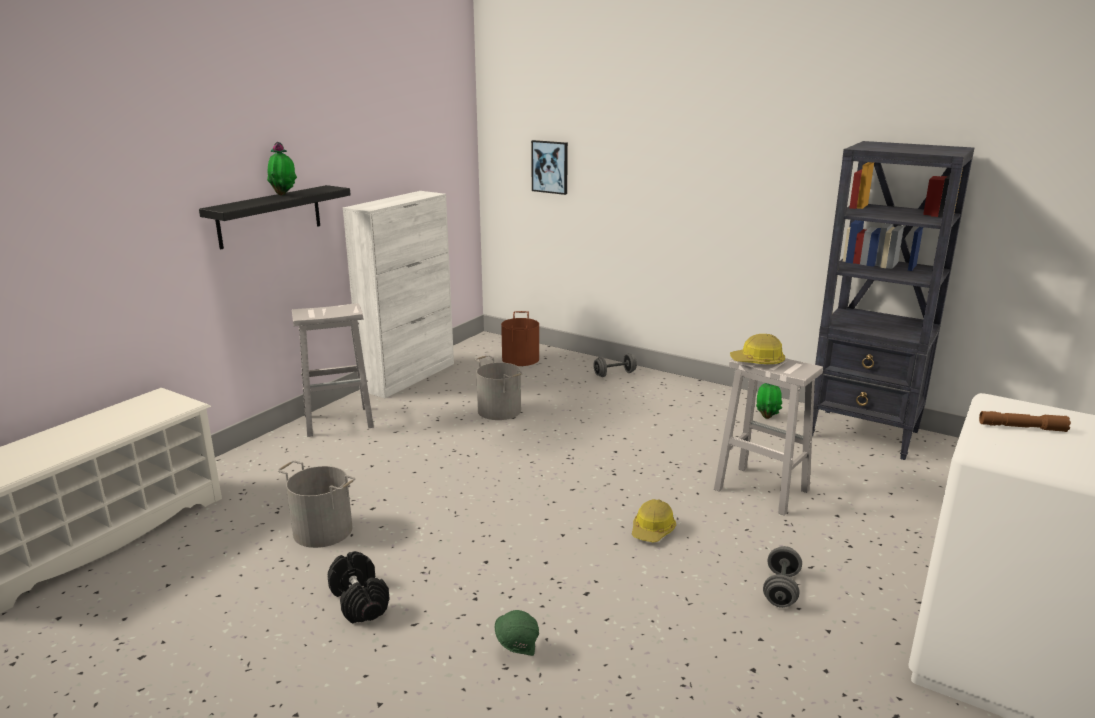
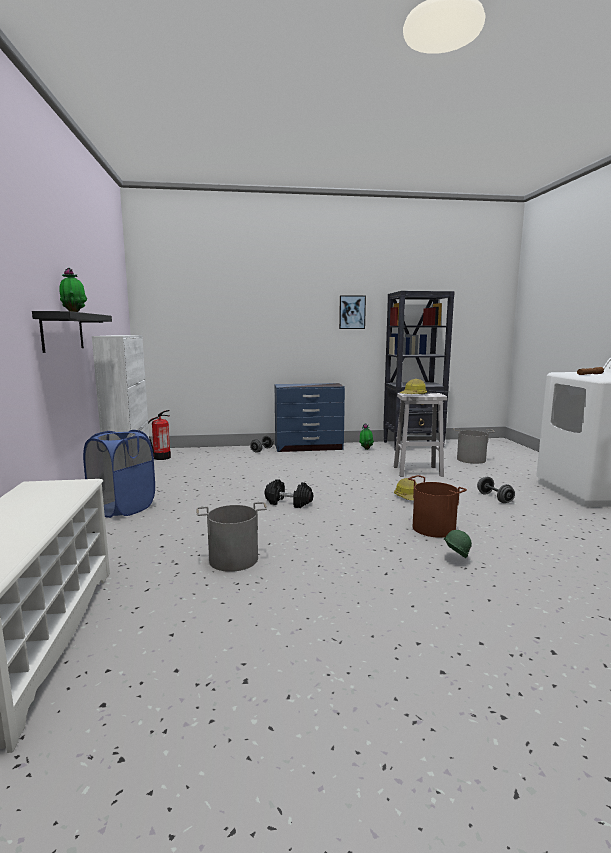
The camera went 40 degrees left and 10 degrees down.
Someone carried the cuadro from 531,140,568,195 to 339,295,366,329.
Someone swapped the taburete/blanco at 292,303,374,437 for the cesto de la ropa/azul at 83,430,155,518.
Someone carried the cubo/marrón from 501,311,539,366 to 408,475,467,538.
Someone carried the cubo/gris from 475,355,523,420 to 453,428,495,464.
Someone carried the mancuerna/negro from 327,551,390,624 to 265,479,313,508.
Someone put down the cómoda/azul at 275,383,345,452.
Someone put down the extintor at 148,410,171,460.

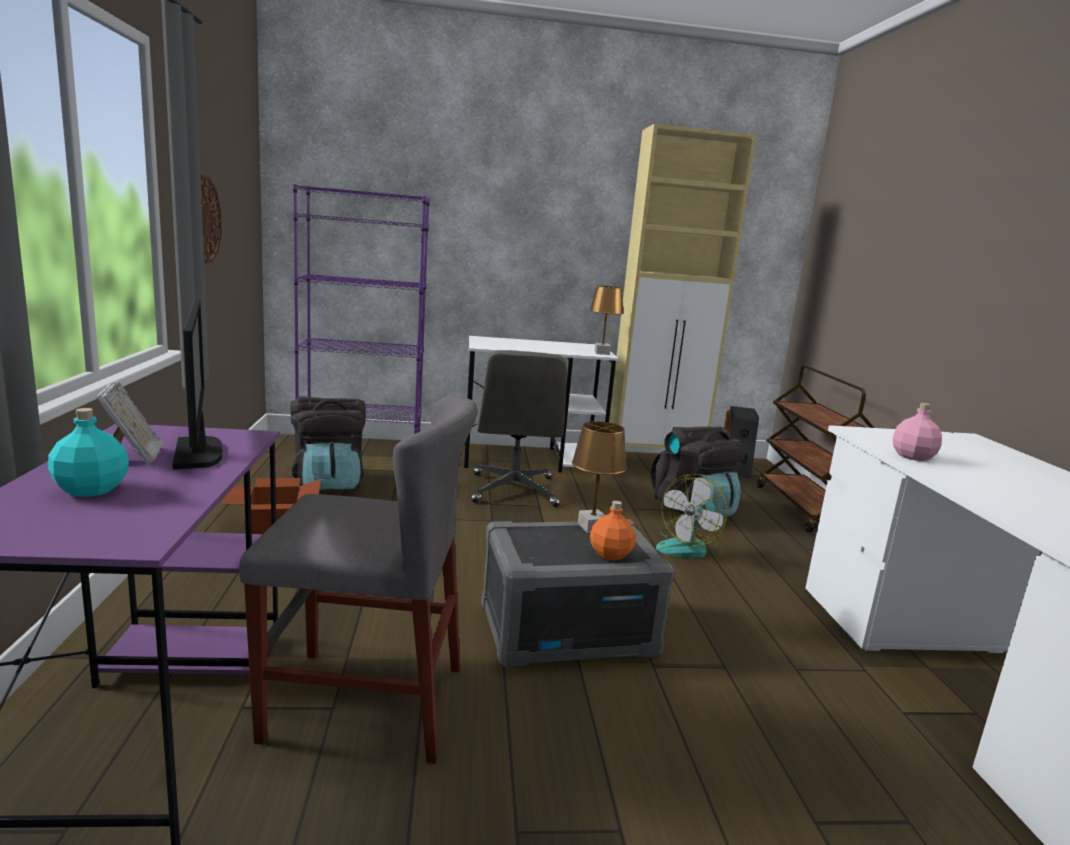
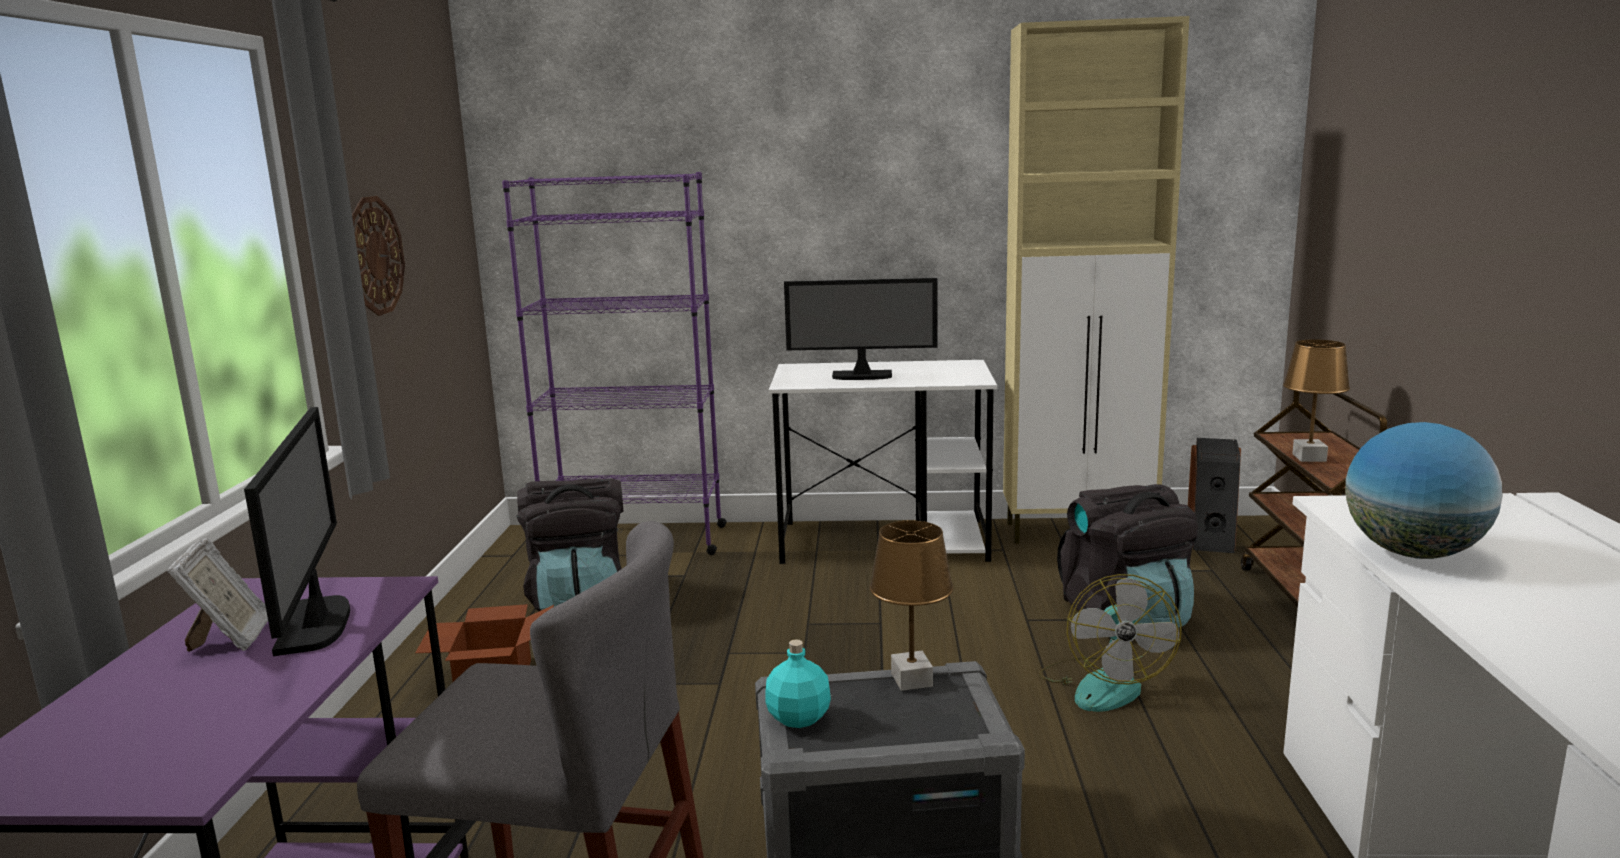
The camera went 10 degrees right and 0 degrees up.
Someone carried the lámpara de mesa/marrón from 590,286,624,355 to 1283,339,1350,462.
Someone took away the silla de oficina/gris at 471,350,567,507.
Someone swapped the botella/rosa at 893,403,942,461 for the globo terráqueo at 1345,422,1503,559.
Someone carried the botella/turquesa from 48,408,129,497 to 765,639,831,728.
Someone rotated the ventilador at 656,474,727,558 by 45 degrees counterclockwise.
Someone took away the botella/naranja at 590,501,636,561.
Someone put down the monitor at 784,278,937,380.

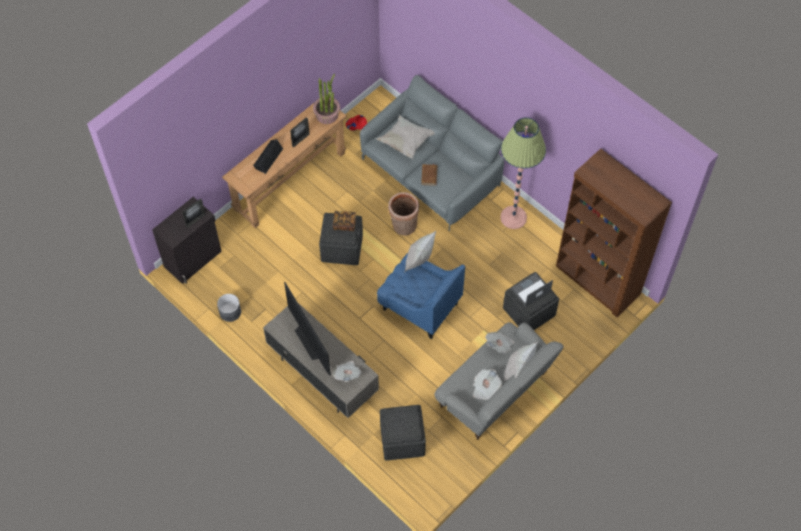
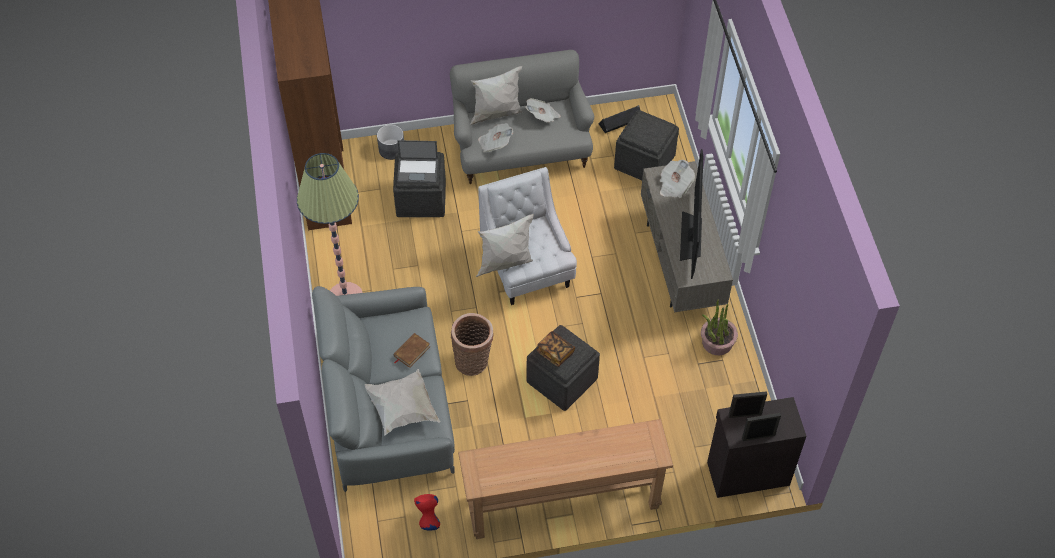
The camera went 145 degrees left and 5 degrees down.
Someone carried the planta en maceta from 313,74,340,124 to 701,299,738,355.
Someone carried the portarretratos from 290,117,310,147 to 742,413,781,441.
Someone carried the altavoz/negro from 253,139,283,174 to 598,105,640,133.
Someone repainted the sillón/azul at 377,253,465,339, which became the sillón/blanco at 478,167,577,305.
Someone carried the maceta/gris from 217,294,241,322 to 377,125,404,160.

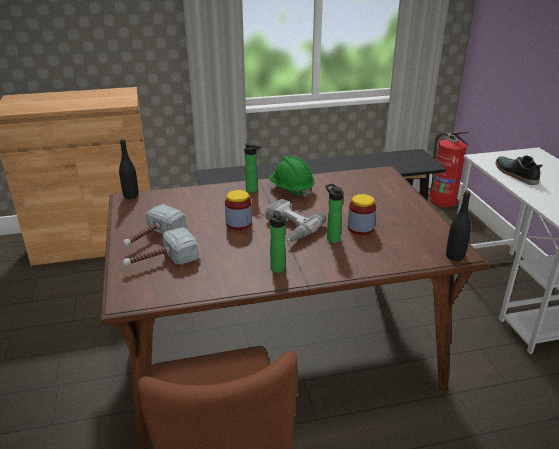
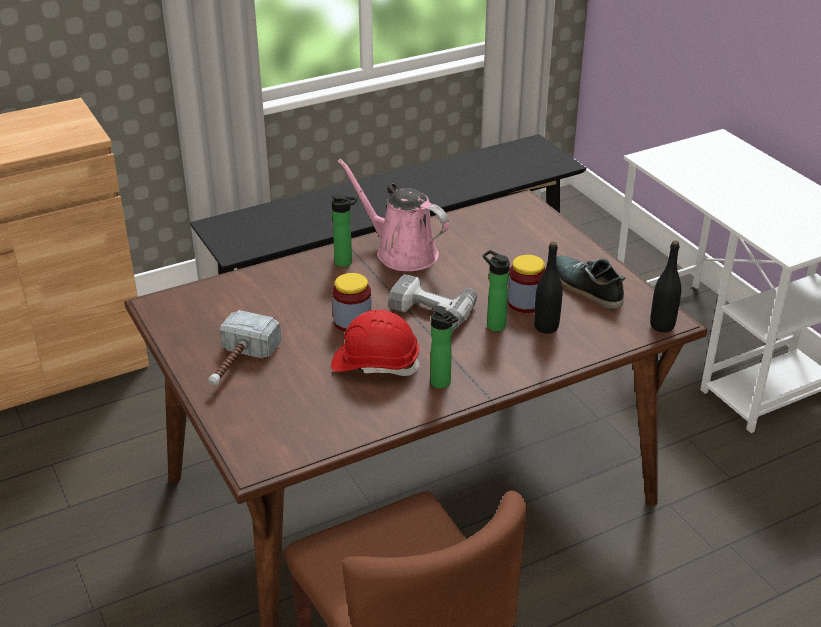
The camera went 15 degrees left and 5 degrees up.
Someone took away the extintor at 428,132,468,207.
Someone carried the botella/negro from 119,139,139,199 to 534,242,563,334.
Someone carried the zapato from 495,155,543,185 to 556,256,626,309.
Someone swapped the casco/verde at 268,156,315,198 for the regadera/rosa at 338,159,449,271.
Someone took away the martillo at 123,227,199,266.
Someone put down the casco/rojo at 331,310,421,376.

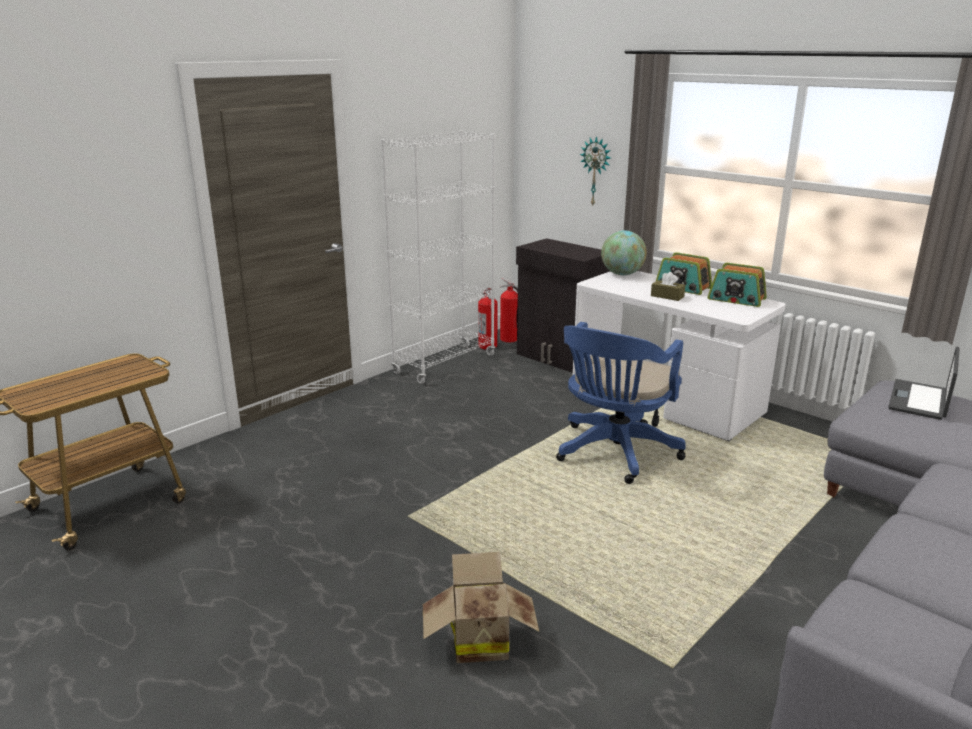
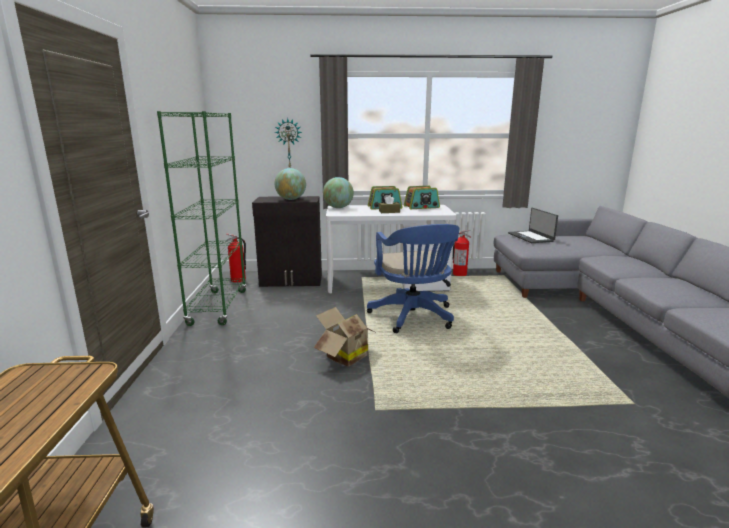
The camera went 45 degrees left and 5 degrees down.
Someone repainted the estantería/blanco at 381,130,495,384, which became the estantería/verde at 157,111,247,326.
Someone carried the extintor from 478,288,498,349 to 453,230,471,276.
Someone carried the caja de cartón from 423,552,539,663 to 314,307,377,367.
Someone put down the globo terráqueo at 275,168,306,200.

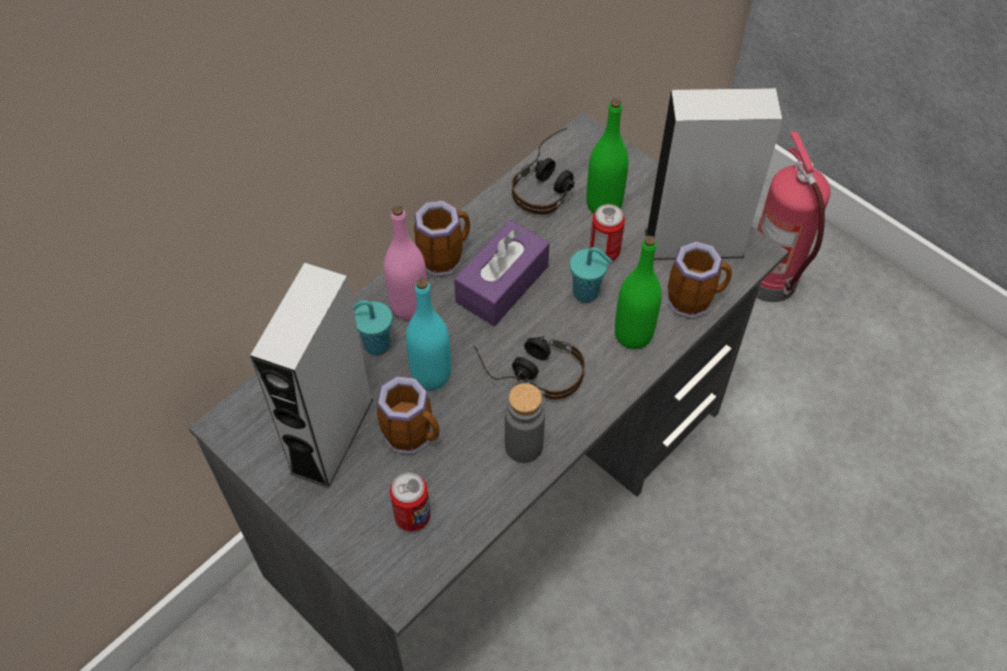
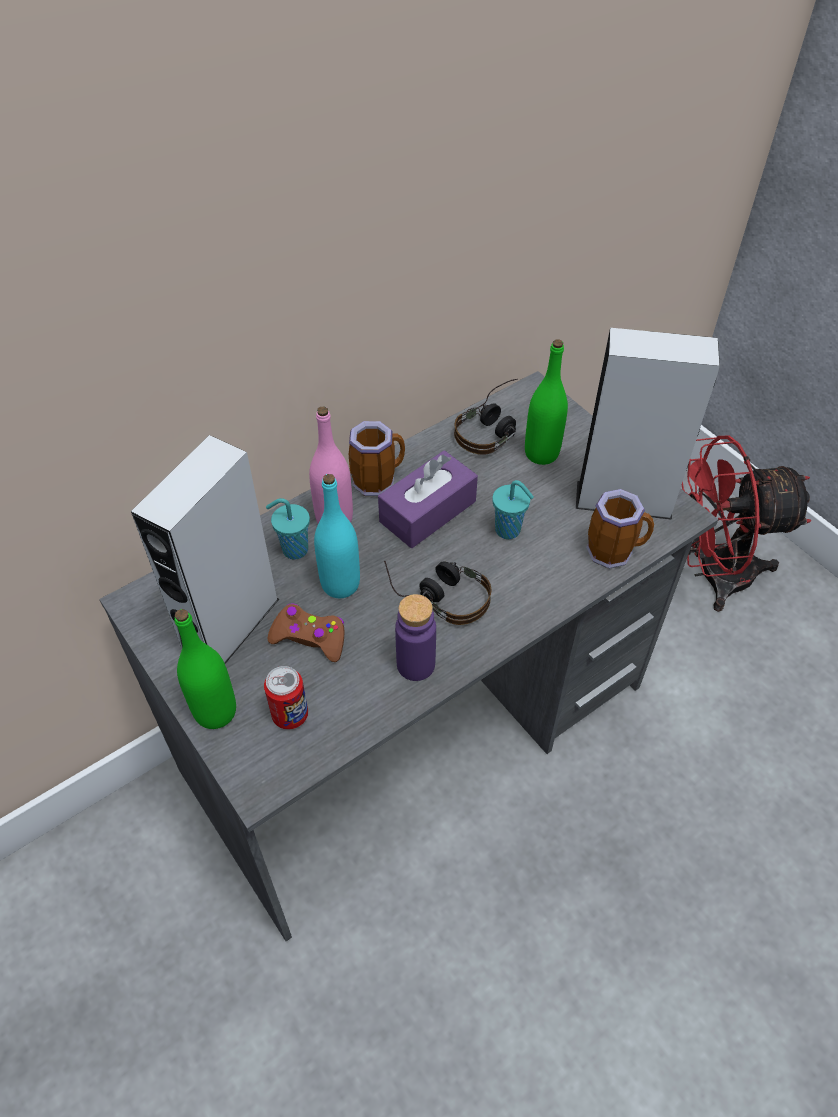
The camera went 10 degrees right and 5 degrees down.
Someone swapped the extintor at 756,131,830,302 for the ventilador/rojo at 682,435,812,612.
Someone took away the lata at 590,204,625,261.
Someone carried the botella/verde from 615,236,662,349 to 174,609,236,729.
Someone swapped the taza grande at 377,377,440,454 for the mando de consola/marrón at 268,604,344,662.
Someone repainted the botella/gris at 505,383,545,463, which became the botella/morado at 395,594,436,681.

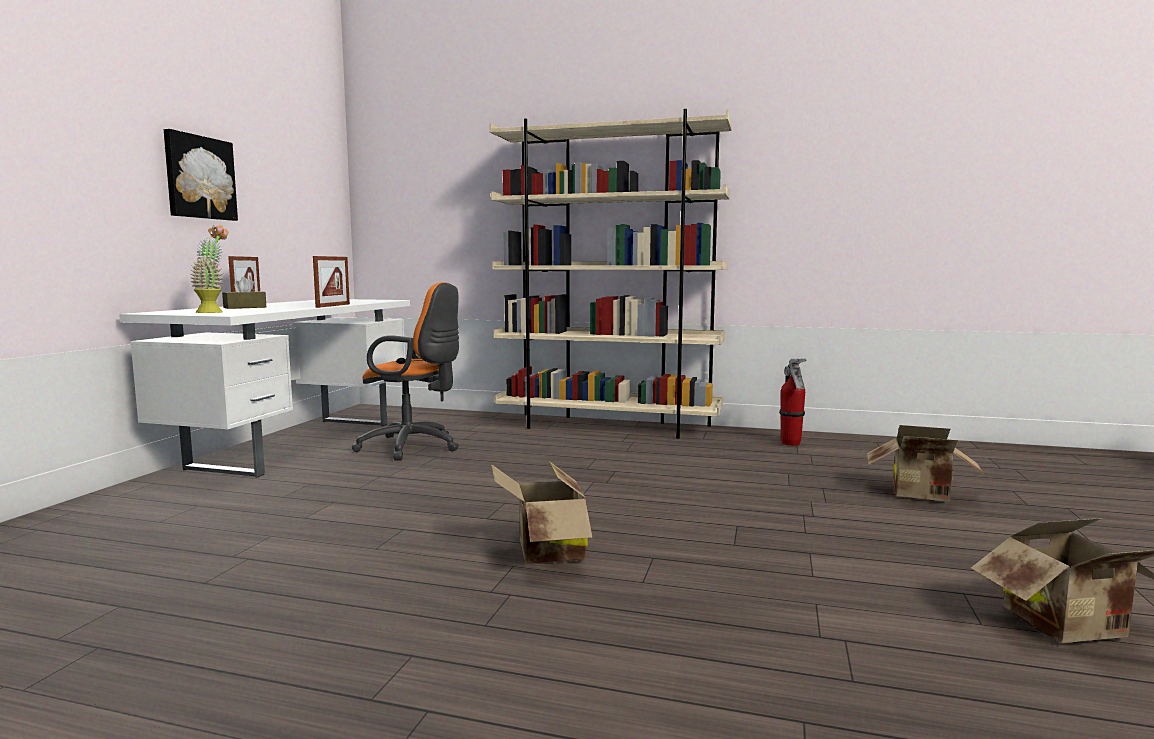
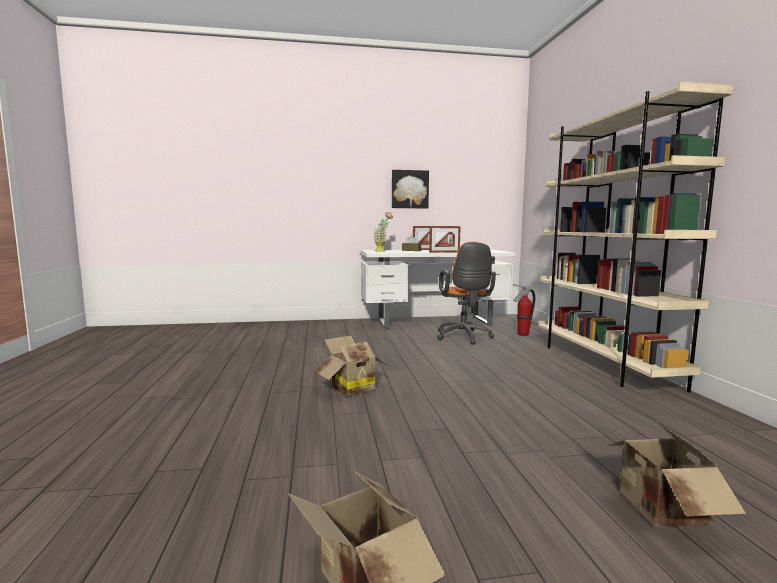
The camera went 65 degrees right and 0 degrees up.
Someone carried the extintor from 779,358,807,446 to 513,284,535,336.

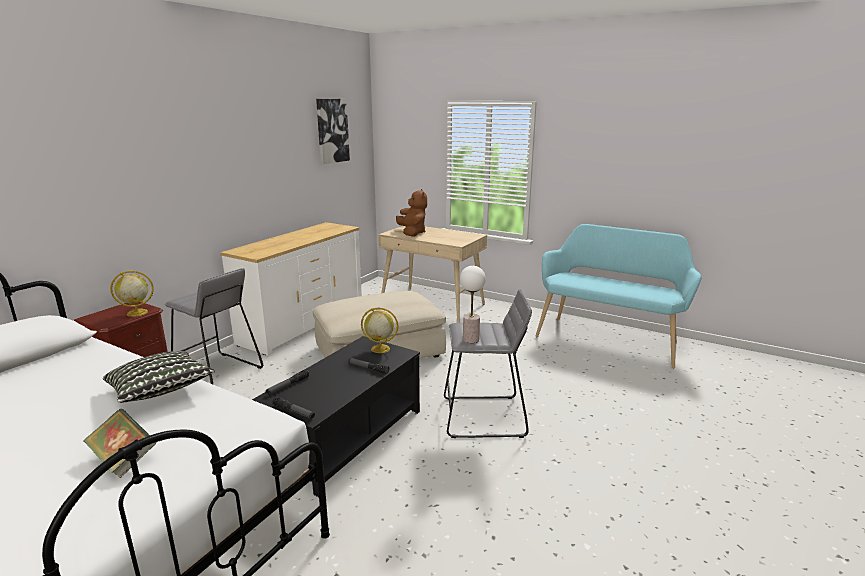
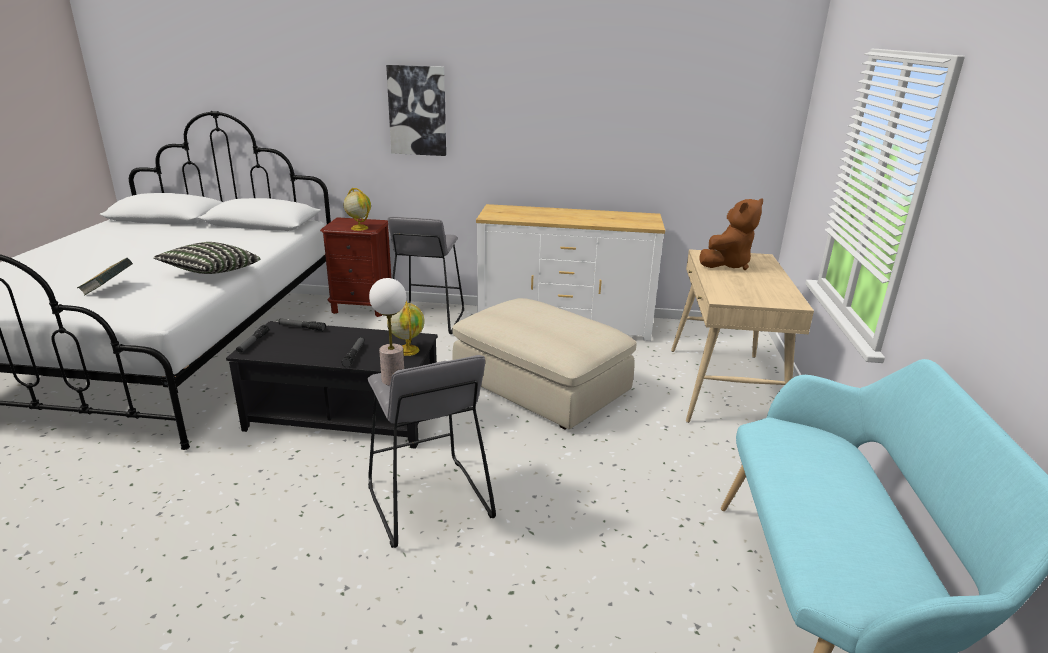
The camera went 65 degrees right and 5 degrees up.
Someone carried the cuadro from 316,99,350,164 to 386,65,446,156.

